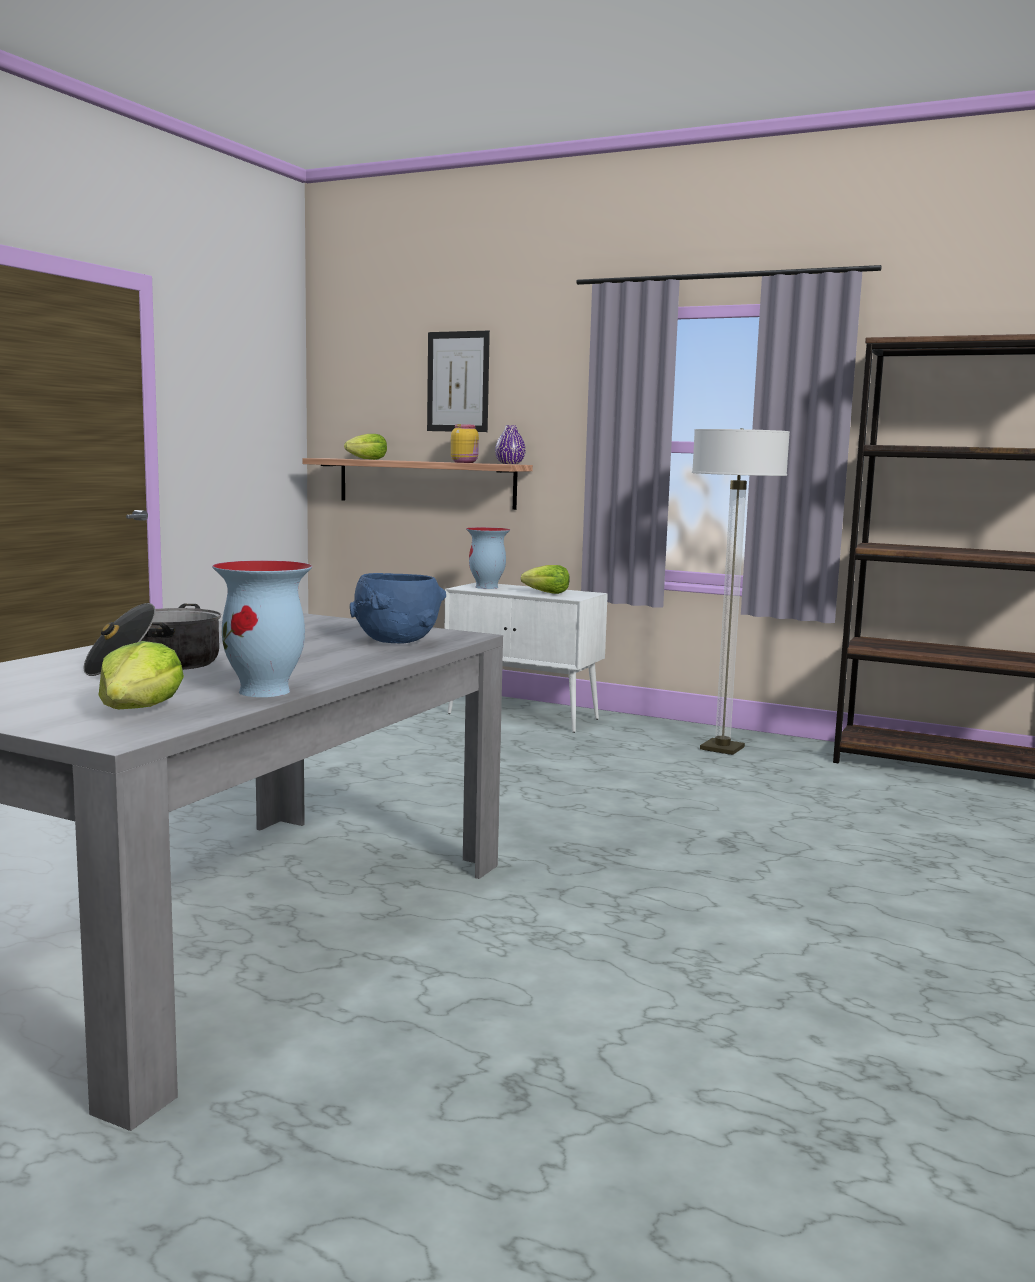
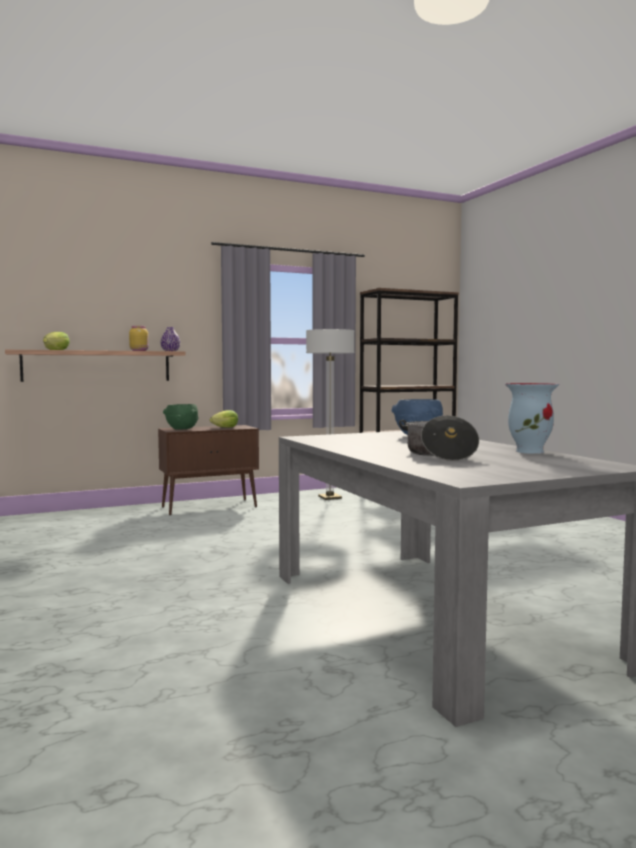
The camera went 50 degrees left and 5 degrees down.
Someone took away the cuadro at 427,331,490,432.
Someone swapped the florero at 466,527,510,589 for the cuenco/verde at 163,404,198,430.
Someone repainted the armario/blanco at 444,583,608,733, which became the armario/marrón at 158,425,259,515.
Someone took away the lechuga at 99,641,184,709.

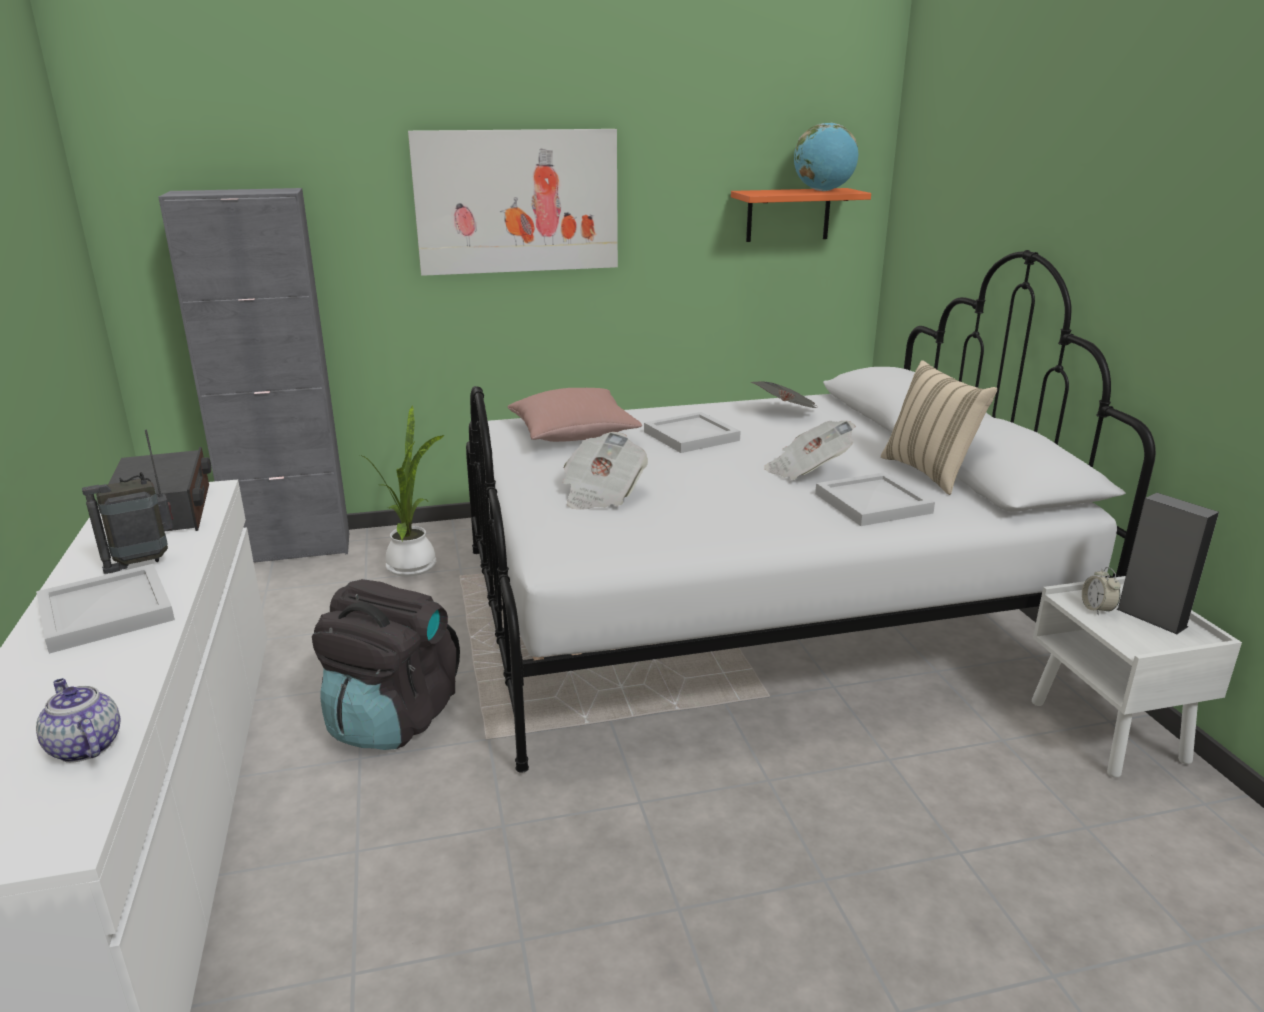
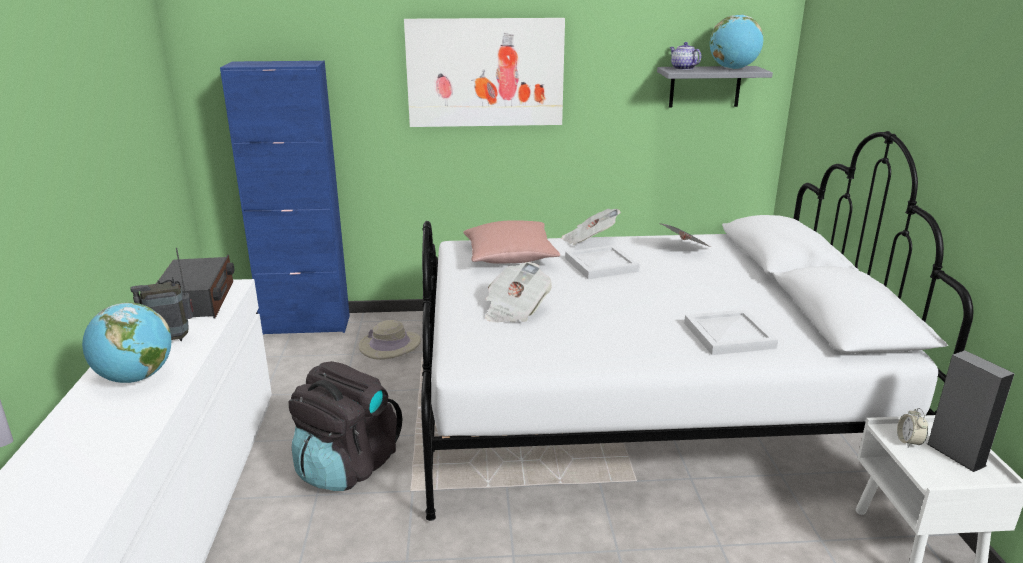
The camera went 10 degrees right and 0 degrees up.
Someone repainted the armario/gris at 158,188,349,563, which became the armario/azul at 220,61,350,334.
Someone repainted the estante/naranja at 731,188,871,242, which became the estante/gris at 657,66,773,108.
Someone took away the cojín/beis at 881,360,997,495.
Someone swapped the planta en maceta at 360,405,445,577 for the sombrero/beis at 359,320,421,360.
Someone carried the periódico from 764,421,856,480 to 561,209,621,245.
Someone swapped the bandeja/blanco at 36,564,175,654 for the globo terráqueo at 82,303,171,383.
Someone carried the tetera from 36,678,120,763 to 670,42,702,70.

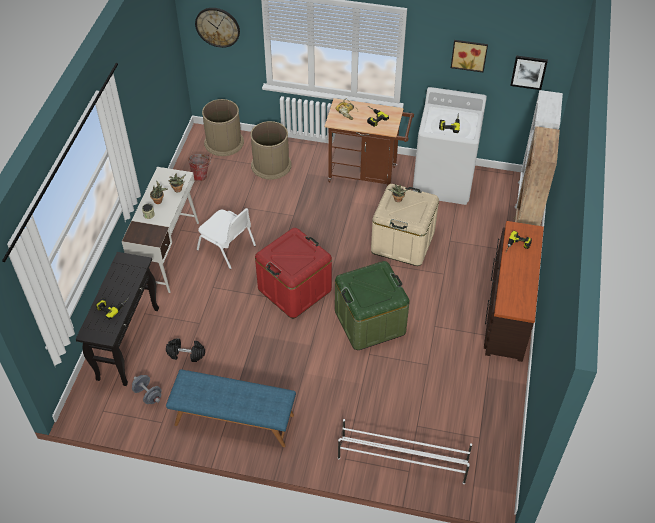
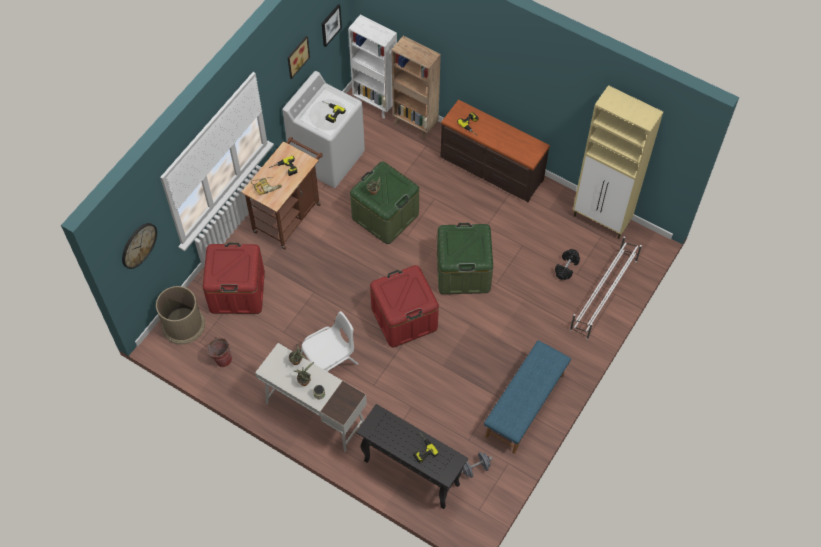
The camera went 70 degrees left and 10 degrees up.
Someone swapped the papelera/marrón at 251,121,292,180 for the caja de almacenaje/rojo at 203,243,265,314.
Someone repainted the caja de almacenaje/beis at 371,184,439,266, which became the caja de almacenaje/verde at 350,162,419,244.
Someone carried the mancuerna/negro from 166,338,205,362 to 555,249,580,280.
Someone put down the armario/beis at 573,85,663,239.

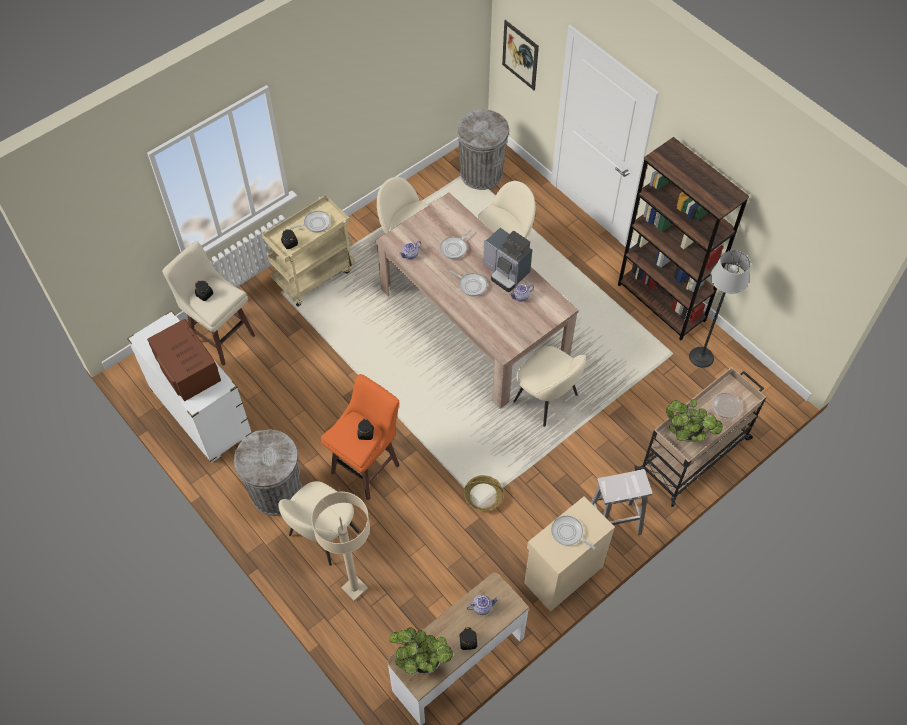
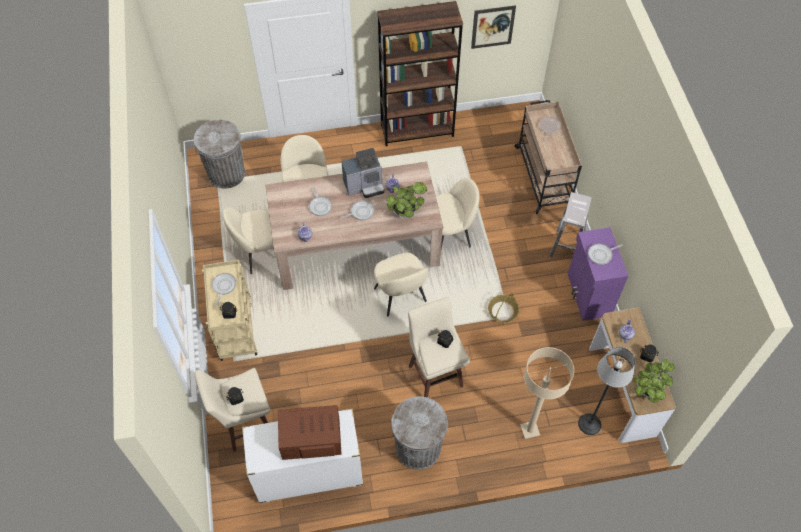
The camera went 60 degrees left and 0 degrees up.
Someone carried the cuadro from 502,20,539,91 to 471,5,516,49.
Someone carried the lámpara de pie from 689,250,750,368 to 578,347,635,435.
Someone repainted the taburete/naranja at 321,374,400,501, which became the taburete/beis at 408,297,470,398.
Someone carried the planta en maceta from 666,399,723,442 to 387,182,427,218.
Someone carried the silla/beis from 278,481,359,566 to 374,253,428,316.
Someone repainted the armario/beis at 524,496,615,612, which became the armario/morado at 568,227,628,321.

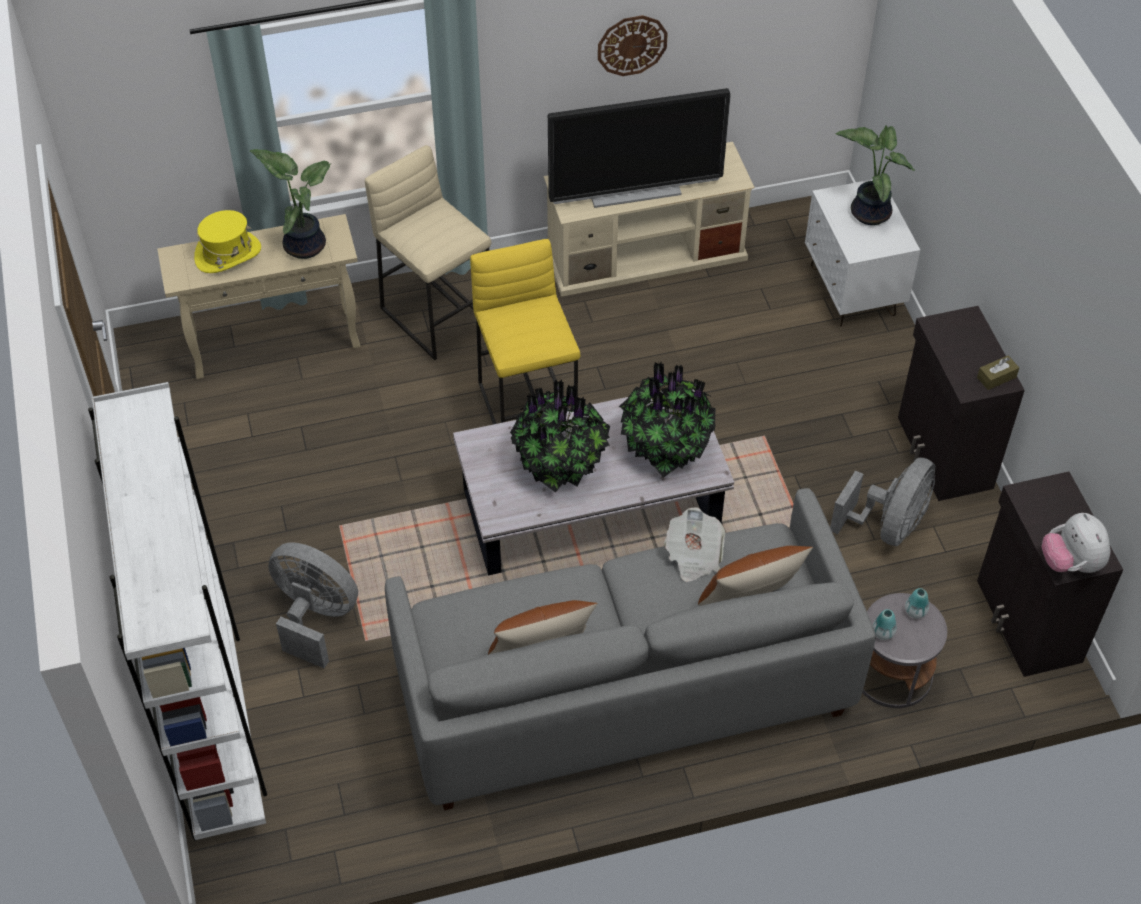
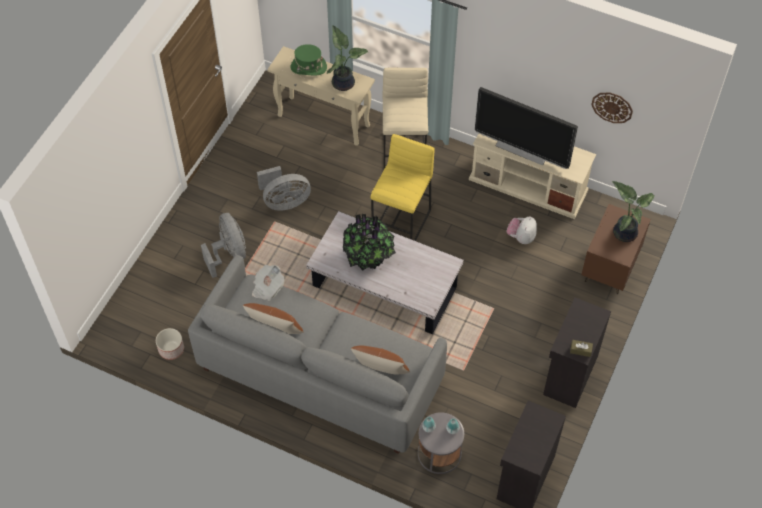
The camera went 40 degrees right and 5 degrees up.
Someone carried the reloj de pared from 598,15,668,76 to 591,92,633,123.
Someone repainted the mesita de noche/blanco at 805,179,920,327, which became the mesita de noche/marrón at 581,204,651,294.
Someone repainted the sombrero/amarillo at 194,210,261,273, which became the sombrero/verde at 291,44,327,76.
Someone took away the planta en maceta at 619,361,716,478.
Someone took away the estantería/blanco at 88,382,267,841.
Someone carried the ventilador/gris from 830,458,935,546 to 257,166,311,211.
Someone carried the periódico from 664,507,726,582 to 252,265,285,301.
Someone carried the peluche from 1042,513,1111,573 to 506,217,537,244.
Someone put down the maceta at 156,328,184,360.

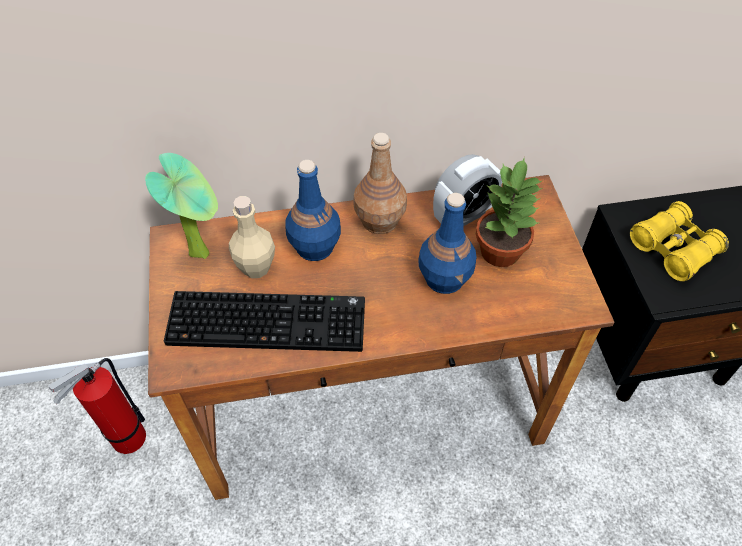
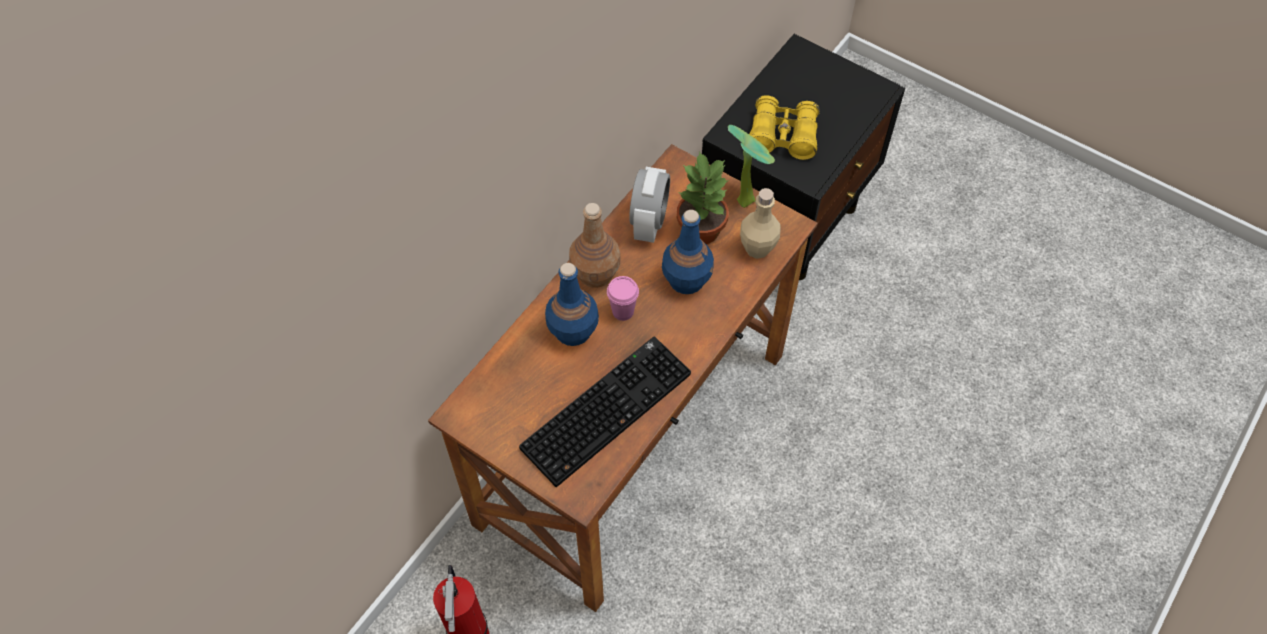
The camera went 45 degrees left and 5 degrees up.
Someone carried the planta en maceta from 145,153,218,259 to 728,125,775,208.
Someone carried the botella/beis from 229,196,275,278 to 740,188,781,259.
Someone put down the taza/rosa at 607,276,639,321.

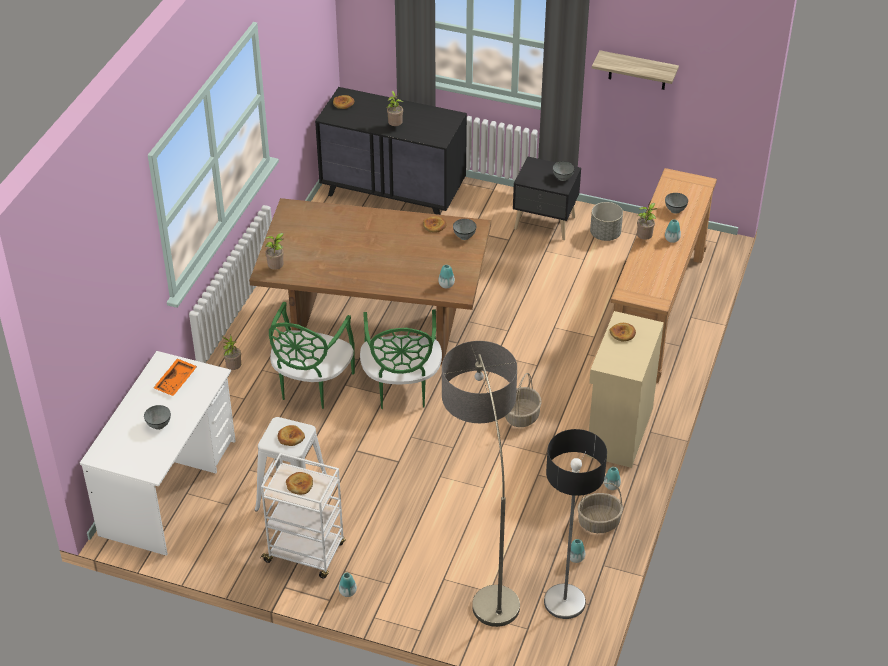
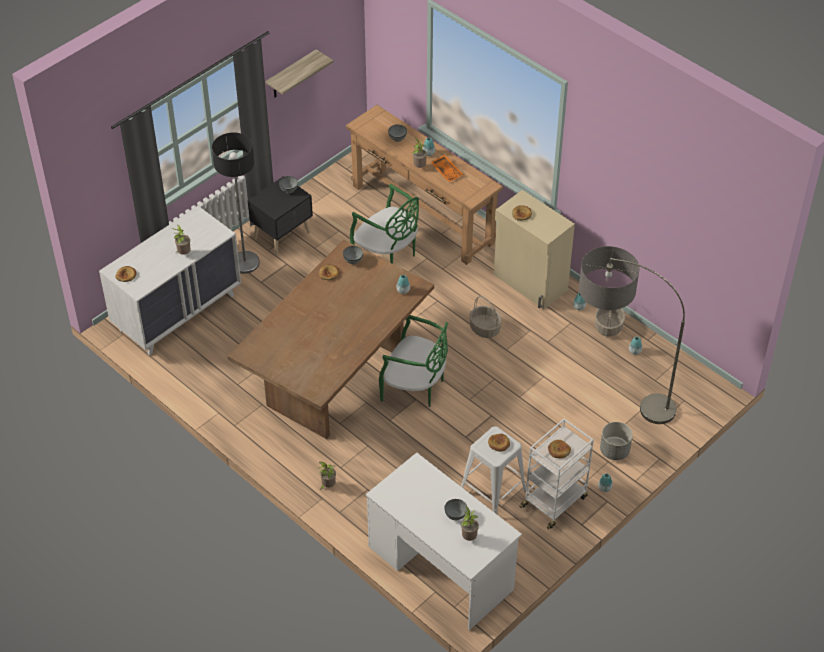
The camera went 65 degrees left and 5 degrees up.
Someone repainted the cómoda/negro at 315,87,467,215, which became the cómoda/blanco at 99,206,241,356.
Someone carried the maceta/gris from 590,202,623,241 to 600,422,633,460.
Someone carried the planta en maceta from 265,233,284,270 to 461,506,479,541.
Someone carried the silla/verde from 269,302,355,409 to 350,184,419,264.
Someone carried the bandeja/naranja from 153,358,197,396 to 431,155,464,182.
Someone carried the lámpara de pie from 544,429,607,619 to 212,133,260,274.

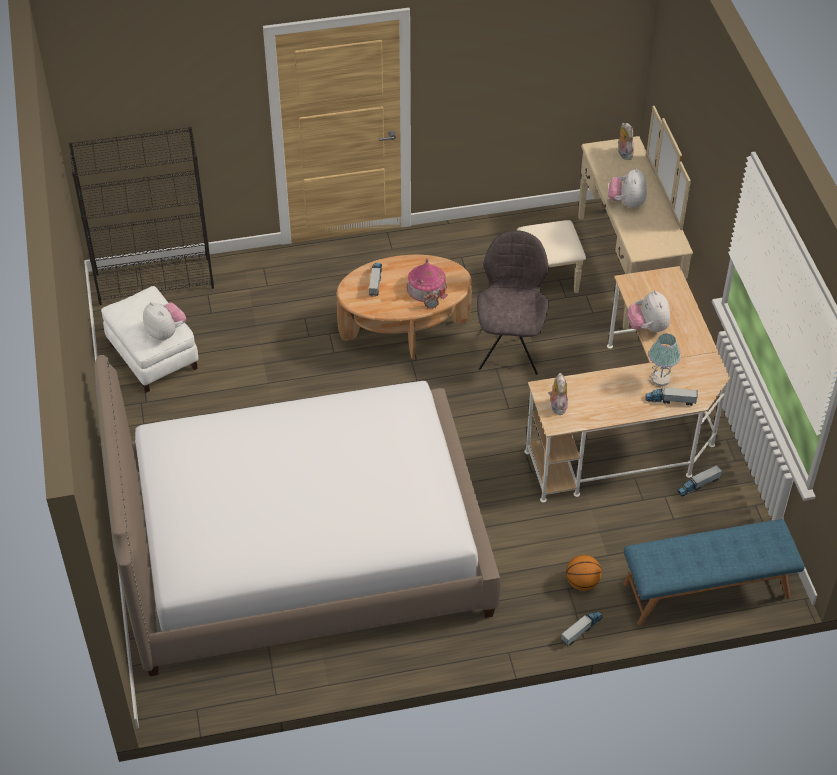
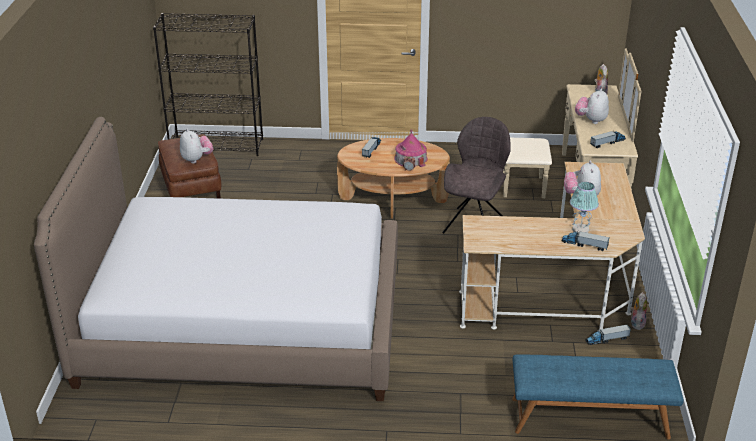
The camera went 15 degrees right and 15 degrees down.
Someone repainted the puf/blanco at 101,286,198,393, which became the puf/marrón at 158,134,221,199.
Someone carried the peluche from 549,373,568,415 to 630,292,647,330.
Someone took away the balón de baloncesto at 566,555,602,591.
Someone carried the camión de juguete from 561,612,603,646 to 590,130,626,148.

